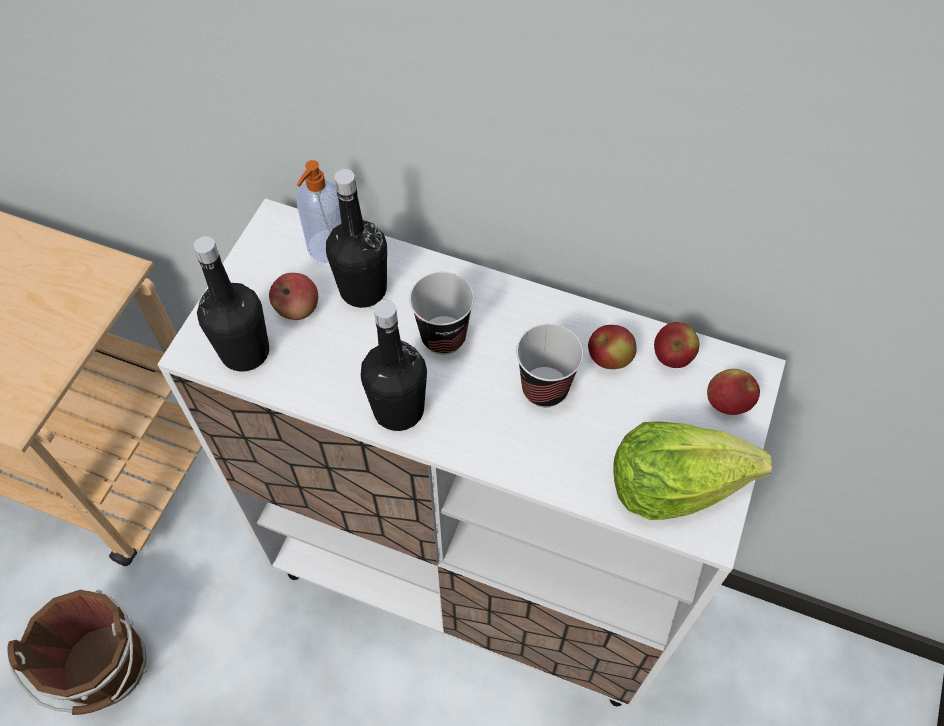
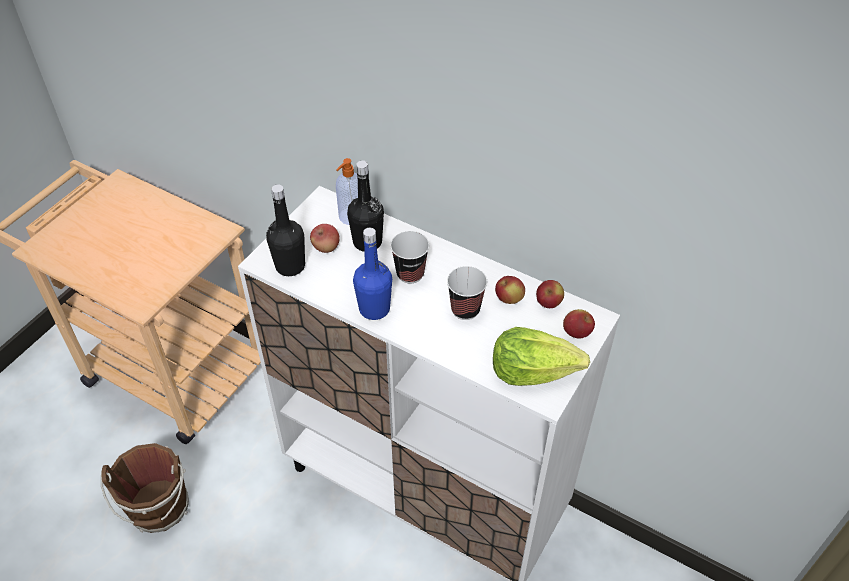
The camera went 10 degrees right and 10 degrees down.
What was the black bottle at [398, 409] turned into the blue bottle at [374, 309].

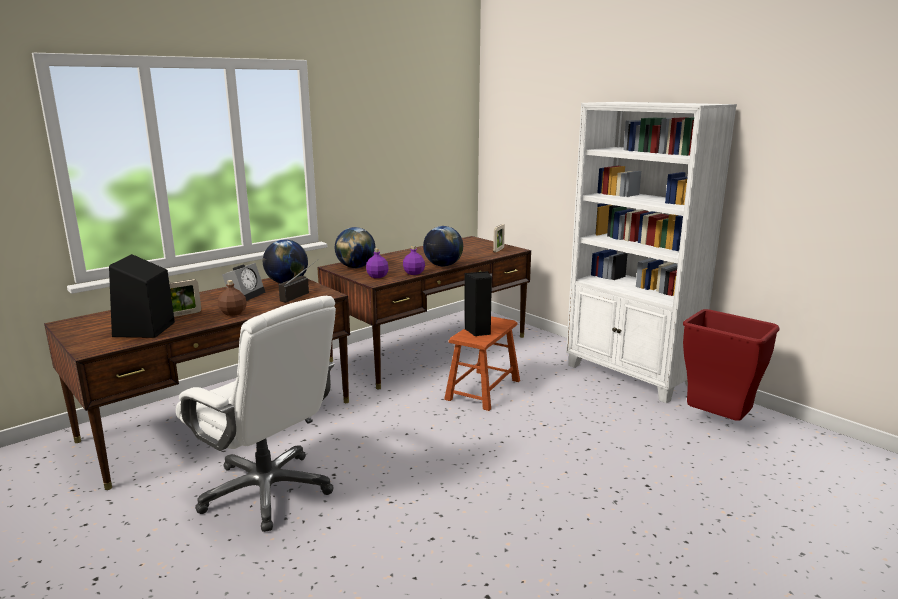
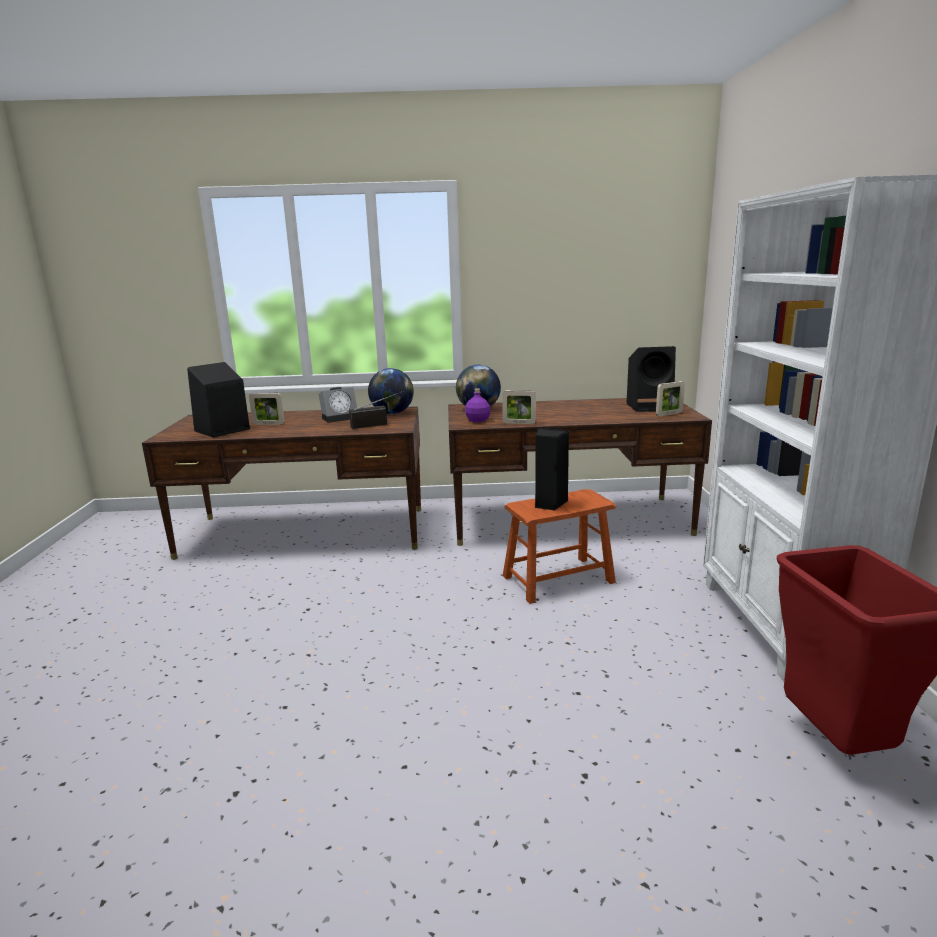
The camera went 40 degrees right and 0 degrees up.
Where the purple bottle stood at [414, 273], the picture frame came to stand at [519, 423].
The second view gained the black speaker at [650, 407].
The second view lost the white office chair at [267, 491].
The second view lost the brown bottle at [233, 313].
The second view lost the globe at [443, 265].

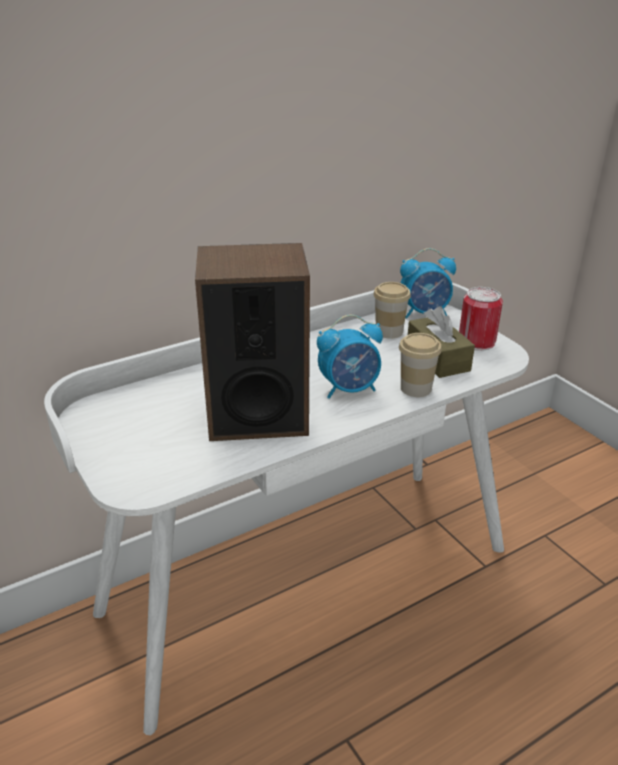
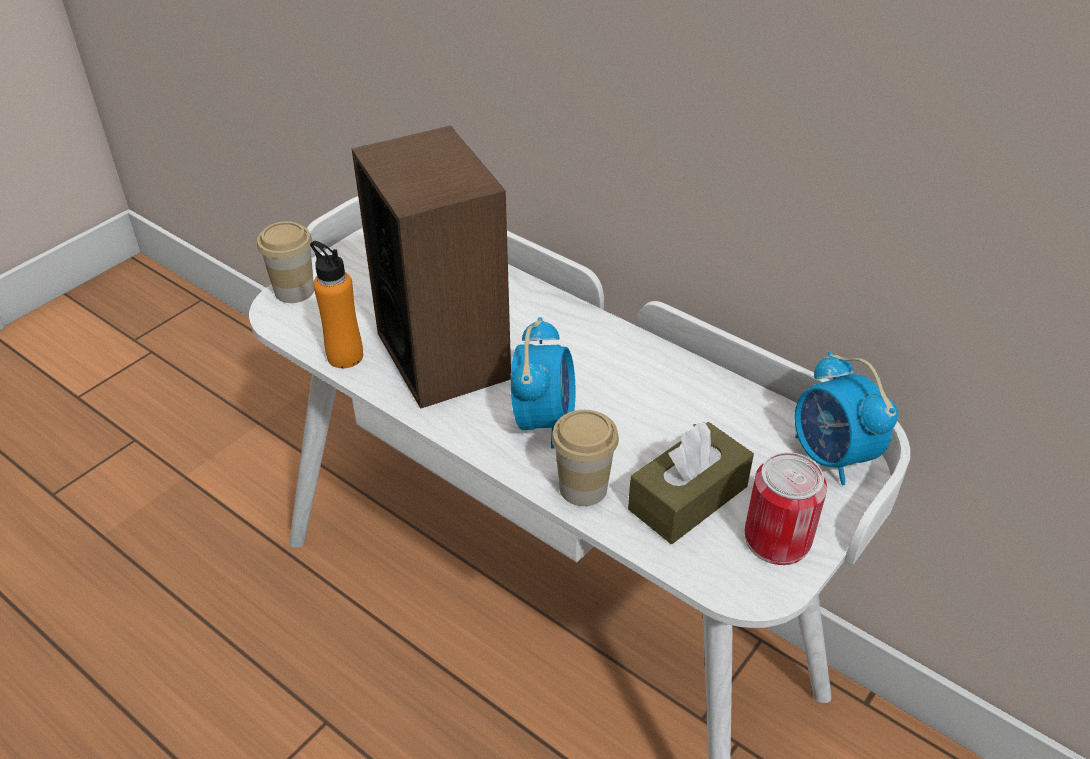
The camera went 70 degrees right and 10 degrees up.
The cup ended up elsewhere, having gone from [389, 331] to [294, 291].
The second view gained the orange bottle at [345, 356].
The alarm clock at [349, 389] ended up facing another way, 135 degrees counterclockwise from before.

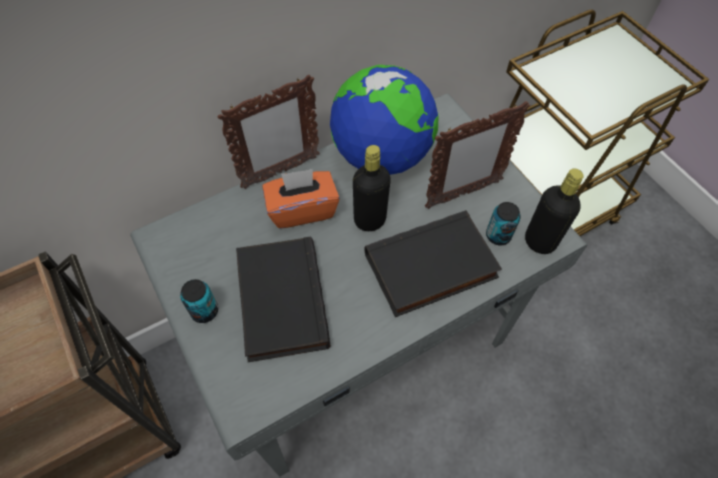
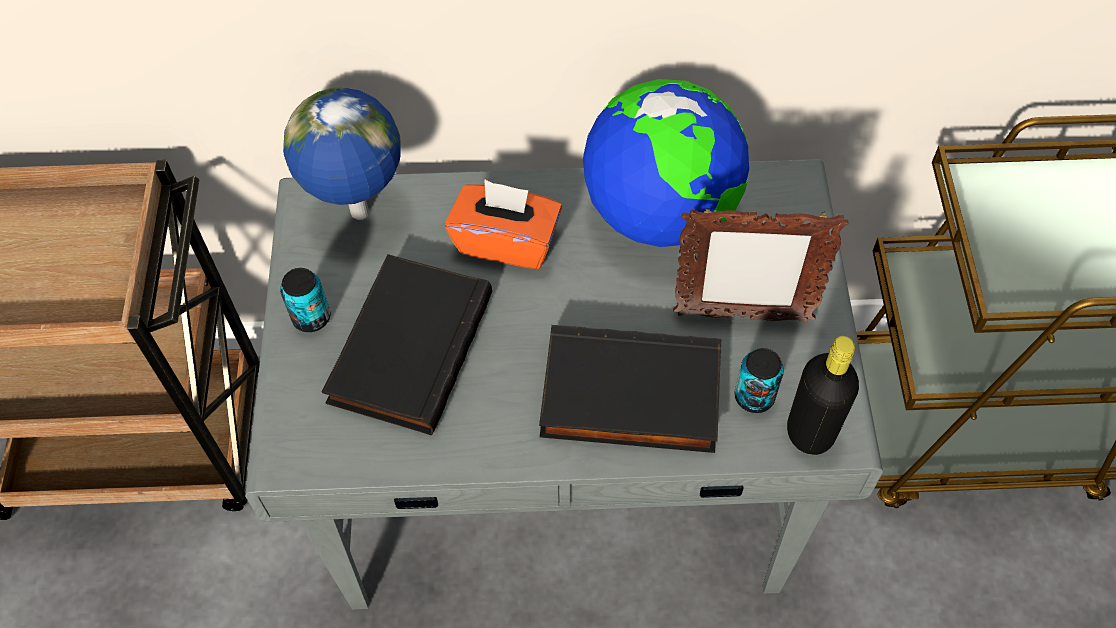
The camera went 30 degrees right and 0 degrees up.
The second view gained the globe at [360, 215].
The second view lost the picture frame at [280, 172].
The second view lost the black bottle at [369, 220].

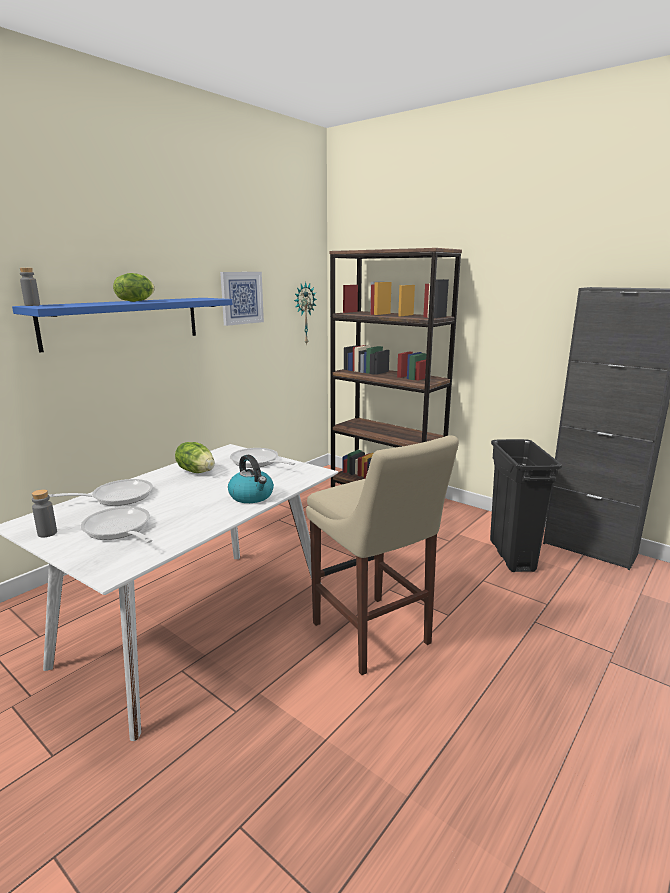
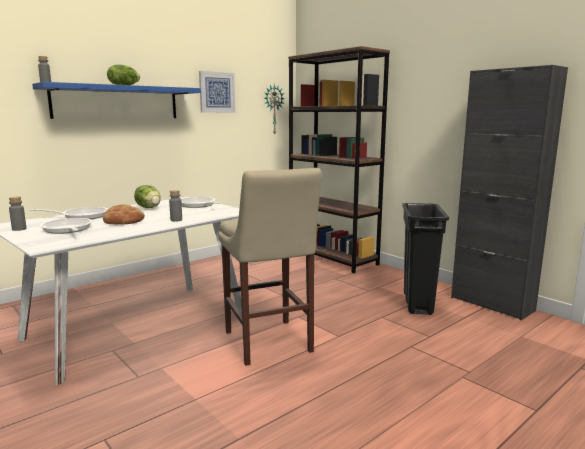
The camera went 10 degrees right and 5 degrees down.
The second view gained the bread at [124, 221].
Where the kettle stood at [252, 496], the grey bottle came to stand at [176, 220].

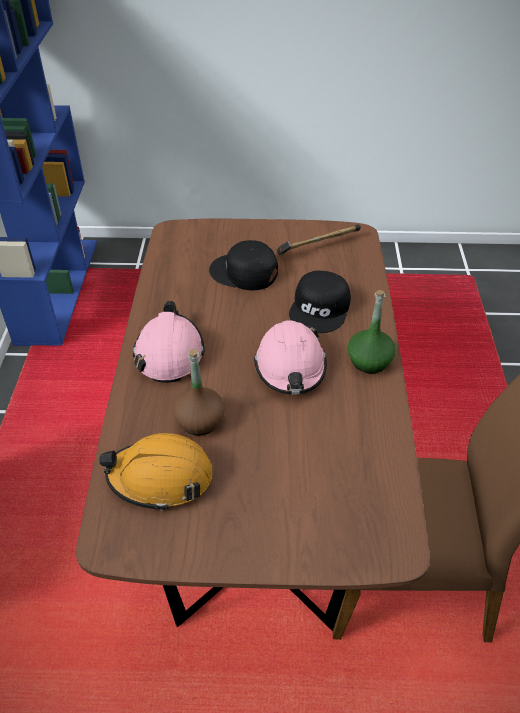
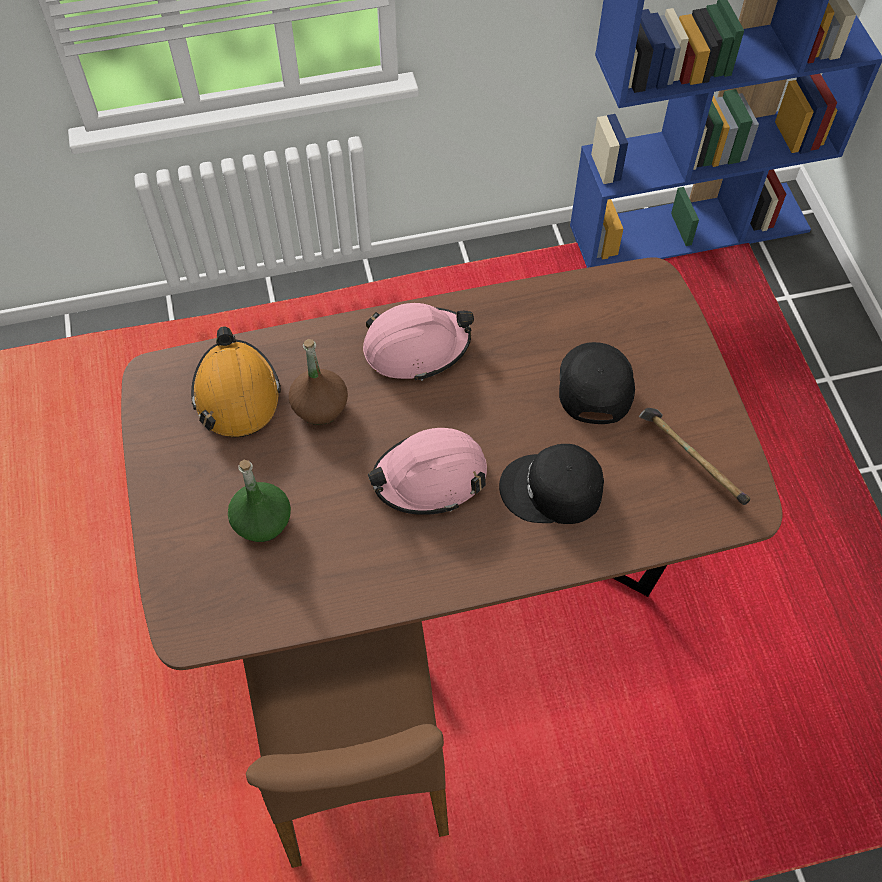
The camera went 75 degrees right and 15 degrees up.
The green bottle ended up elsewhere, having gone from [369, 361] to [262, 521].

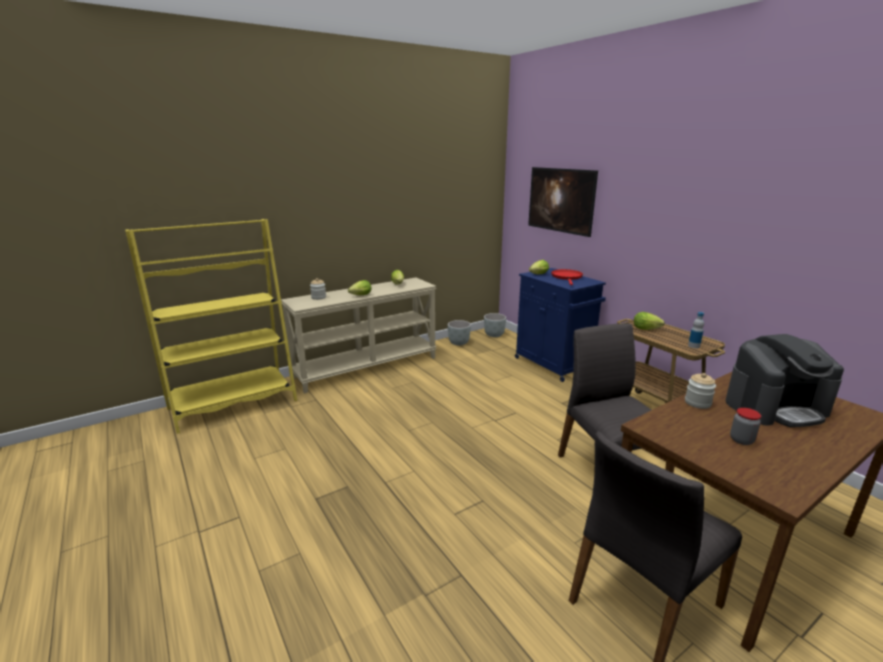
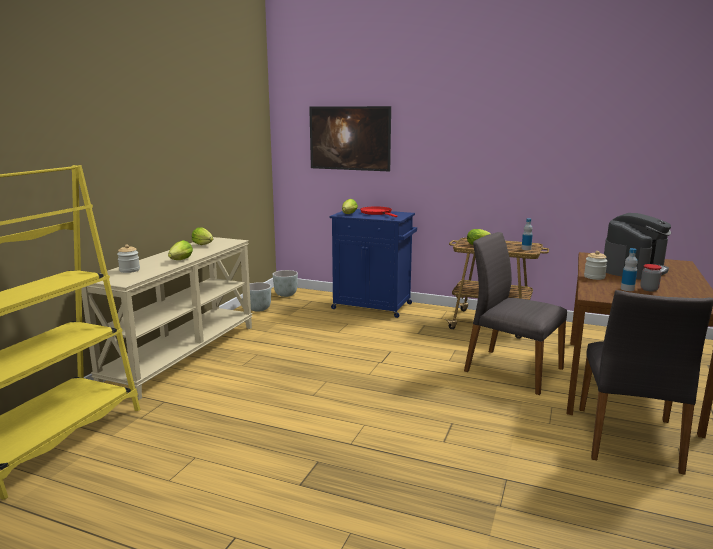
The camera went 35 degrees left and 5 degrees down.
The second view gained the bottle at [627, 289].

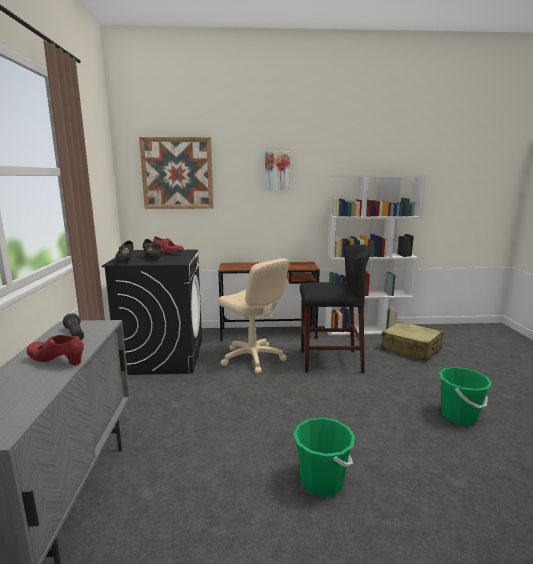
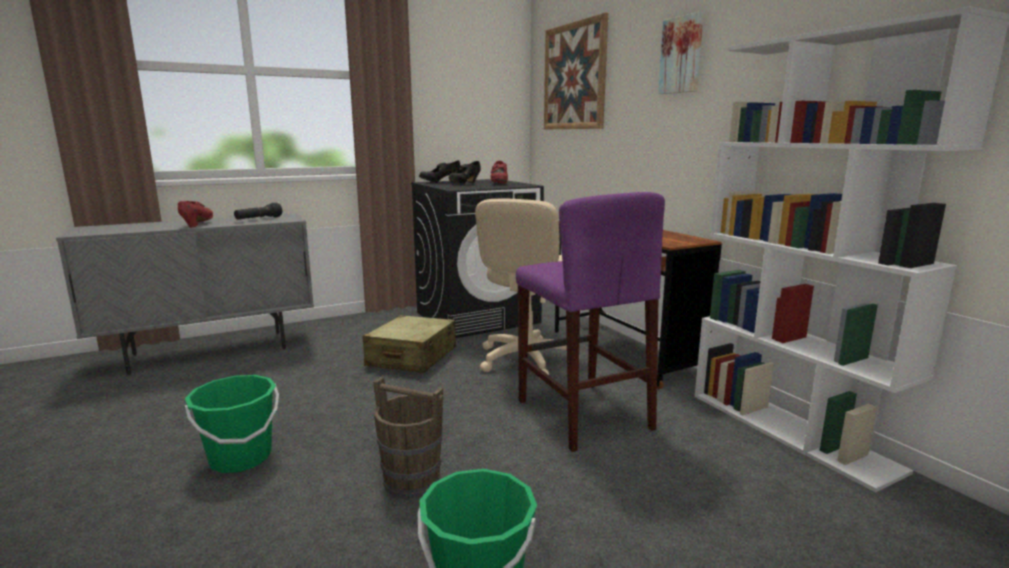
The camera went 65 degrees right and 0 degrees up.
The beige suitcase ended up elsewhere, having gone from [411, 349] to [411, 357].
The second view gained the brown bucket at [411, 480].
What was the black stool at [330, 361] turned into the purple stool at [583, 414].

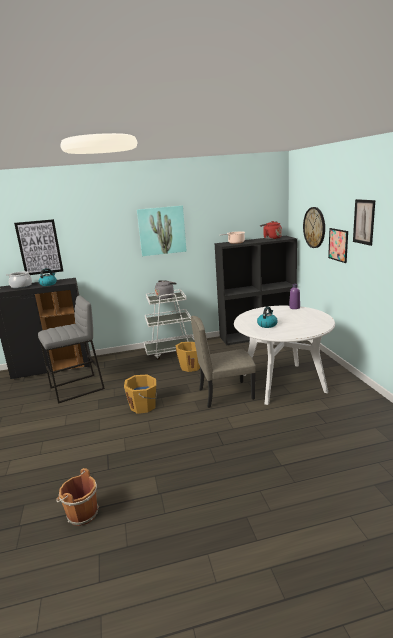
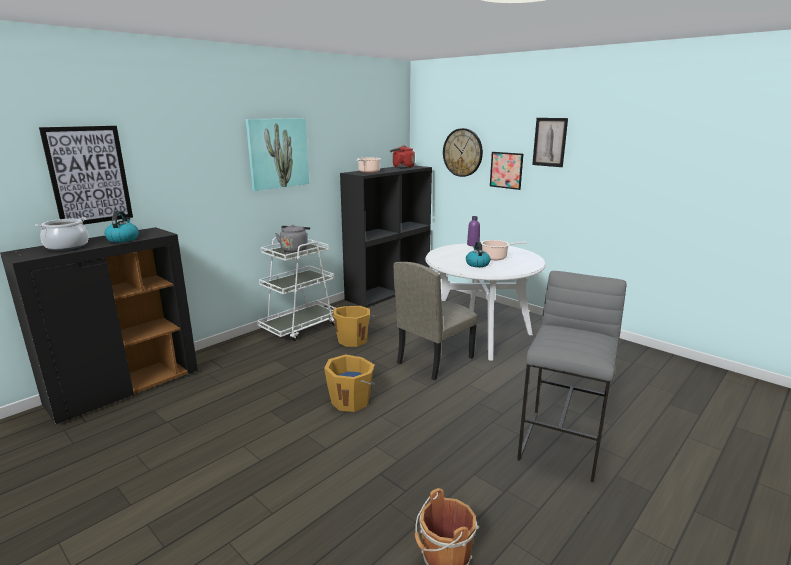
The camera went 35 degrees left and 0 degrees up.
The second view gained the cooking pot at [496, 257].
The grey stool ended up elsewhere, having gone from [77, 388] to [562, 445].

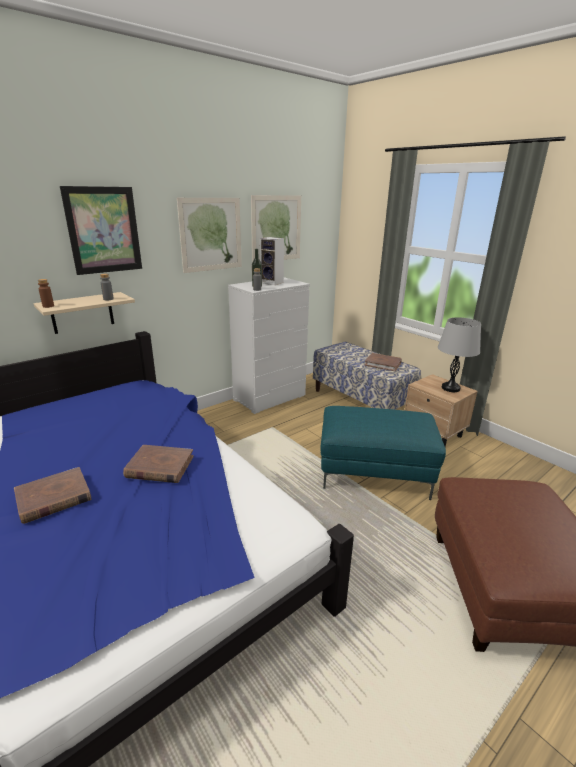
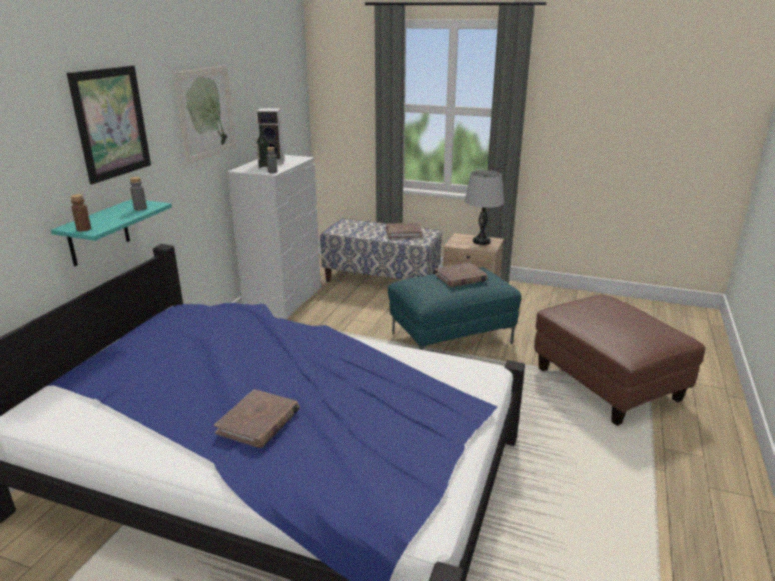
The camera went 30 degrees left and 0 degrees up.
What was the beige shelf at [82, 313] turned into the turquoise shelf at [98, 233].
The brown book ended up elsewhere, having gone from [159, 467] to [461, 278].
The second view lost the picture at [276, 228].

